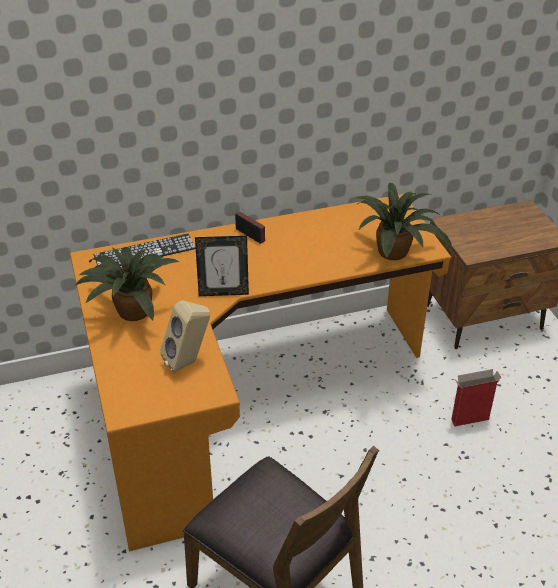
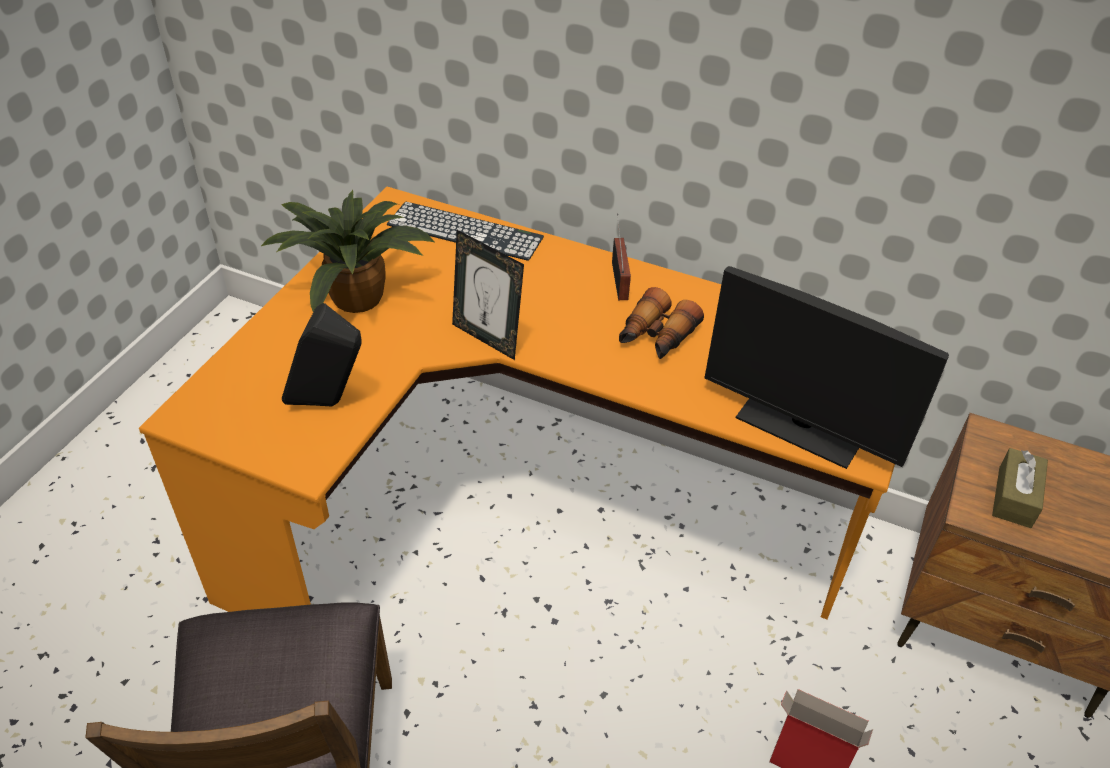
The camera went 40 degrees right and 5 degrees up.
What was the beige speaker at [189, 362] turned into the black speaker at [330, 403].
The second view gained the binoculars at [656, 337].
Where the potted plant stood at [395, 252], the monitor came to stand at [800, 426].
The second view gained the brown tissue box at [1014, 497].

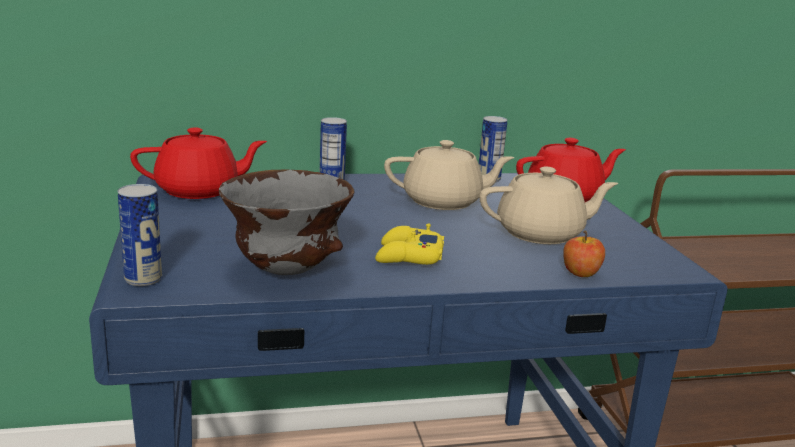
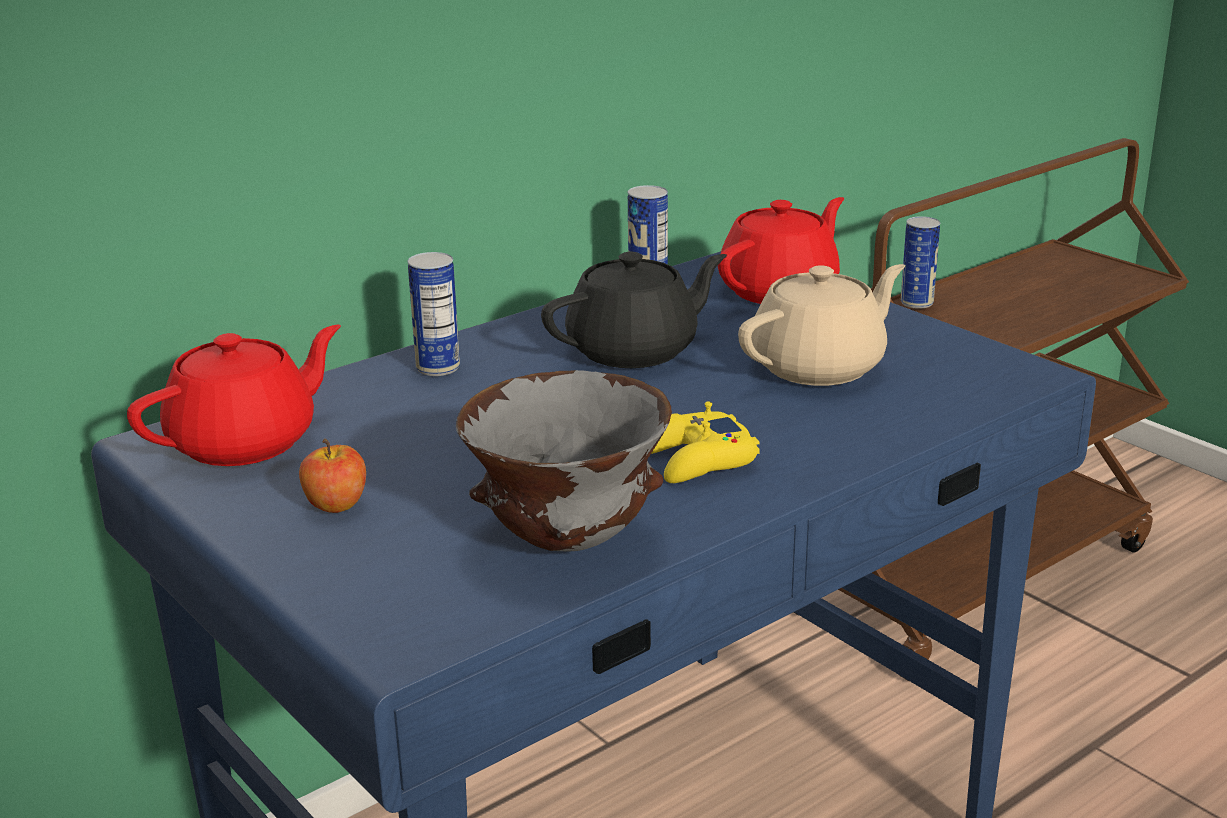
The camera went 25 degrees left and 5 degrees up.
The apple ended up elsewhere, having gone from [580, 273] to [336, 505].
What was the beige teapot at [444, 202] turned into the black teapot at [635, 350].
The can ended up elsewhere, having gone from [143, 279] to [916, 303].

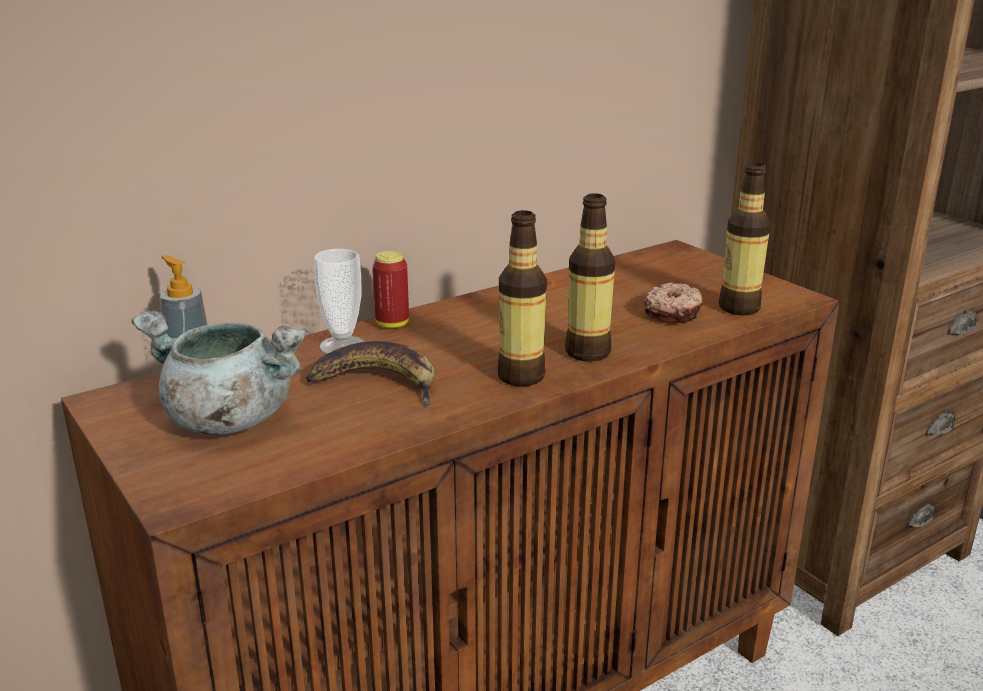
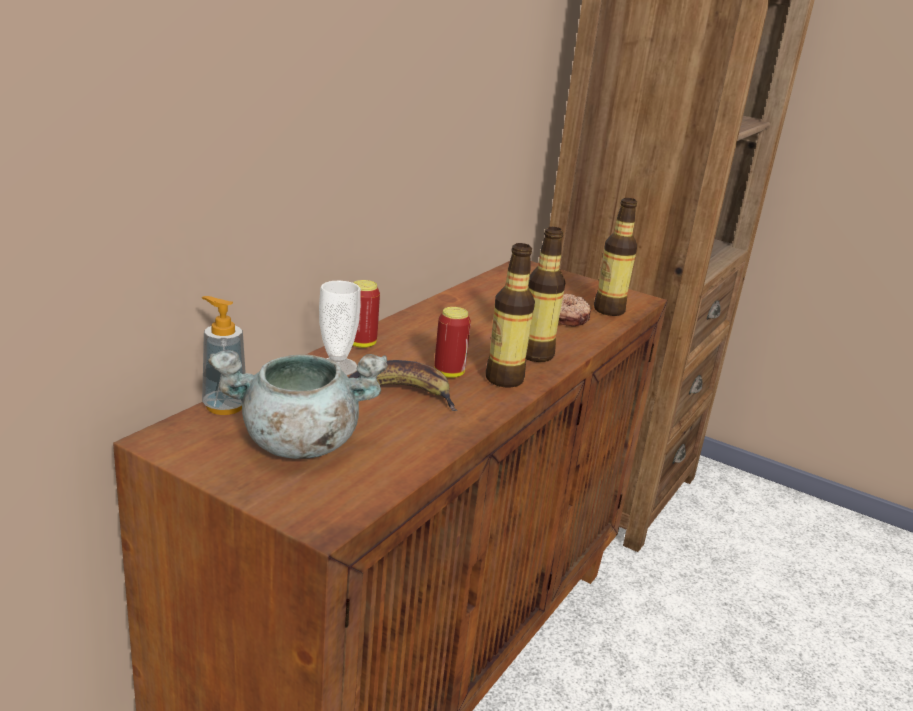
The camera went 25 degrees left and 0 degrees up.
The second view gained the can at [449, 373].

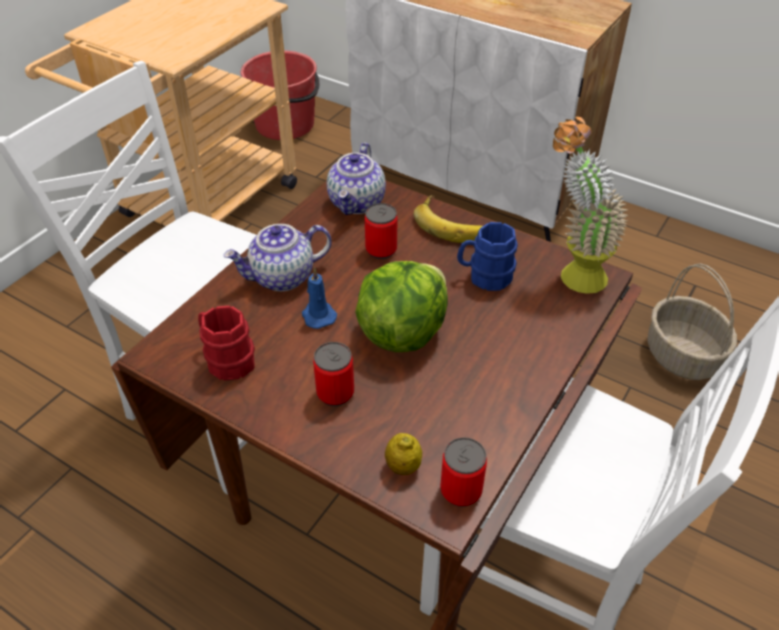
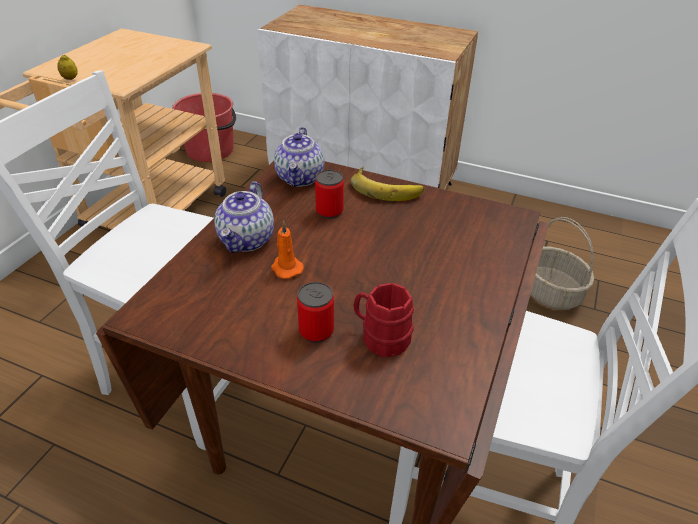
The camera went 10 degrees left and 5 degrees down.
The lemon ended up elsewhere, having gone from [403, 466] to [70, 78].
The teapot at [282, 277] ended up facing another way, 45 degrees counterclockwise from before.
What was the blue candle at [318, 315] turned into the orange candle at [286, 268].
The red mug ended up elsewhere, having gone from [226, 359] to [380, 337].
The second view lost the lettuce at [402, 331].
The second view lost the can at [461, 490].
The second view lost the blue mug at [484, 276].
The second view lost the potted plant at [571, 274].

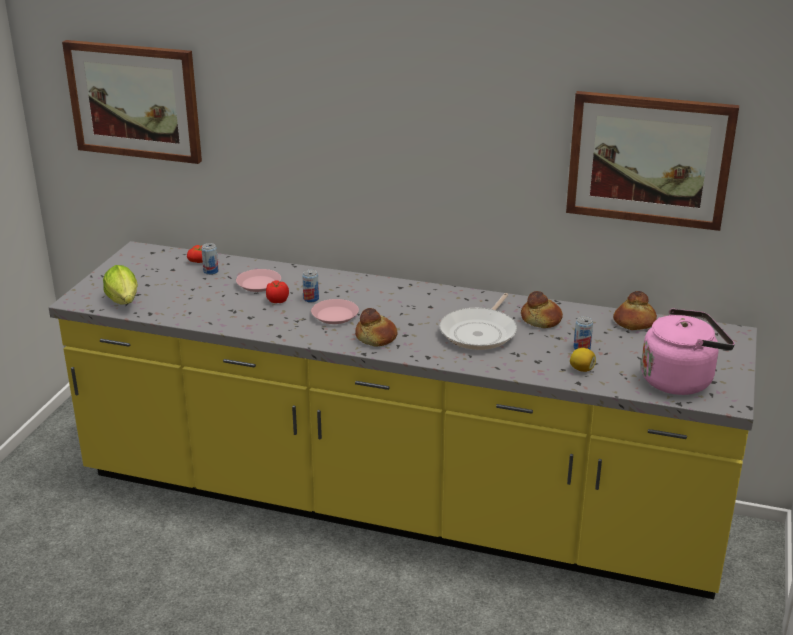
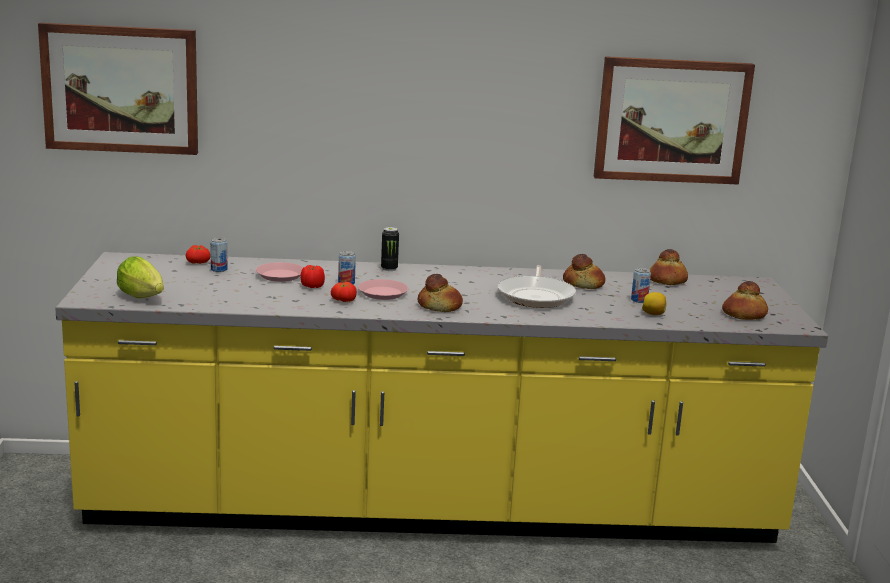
The camera went 20 degrees left and 10 degrees down.
The second view gained the tomato at [343, 300].
The second view gained the can at [389, 269].
Where the pink kettle stood at [680, 380], the bread came to stand at [744, 315].

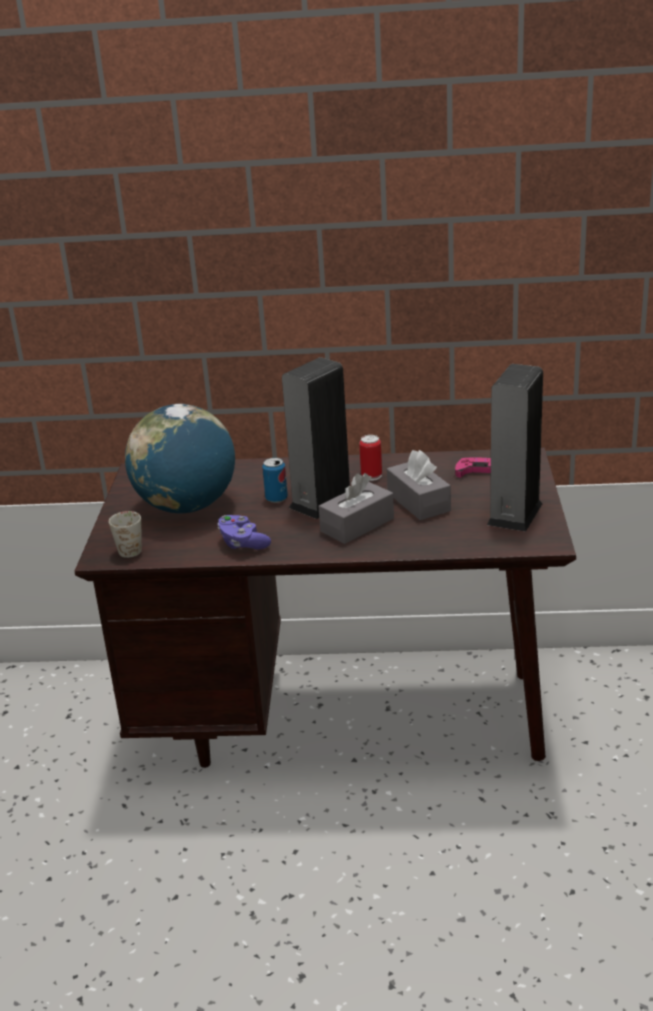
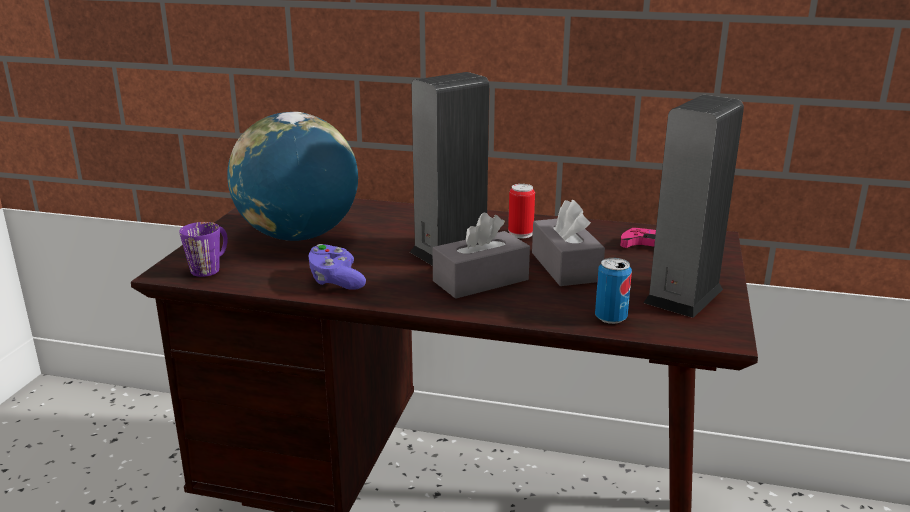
The camera went 10 degrees right and 5 degrees down.
What was the white mug at [132, 547] turned into the purple mug at [211, 267].
The can ended up elsewhere, having gone from [276, 498] to [610, 317].

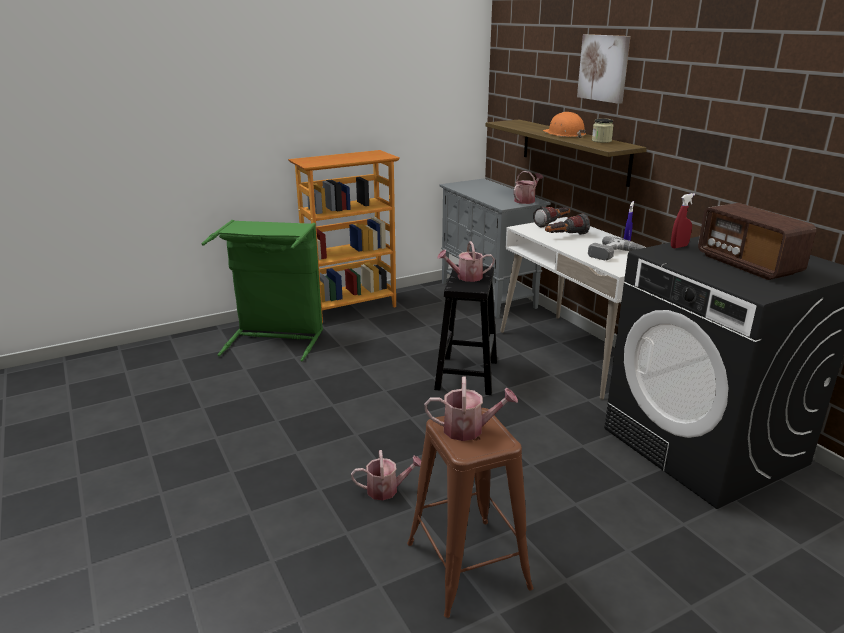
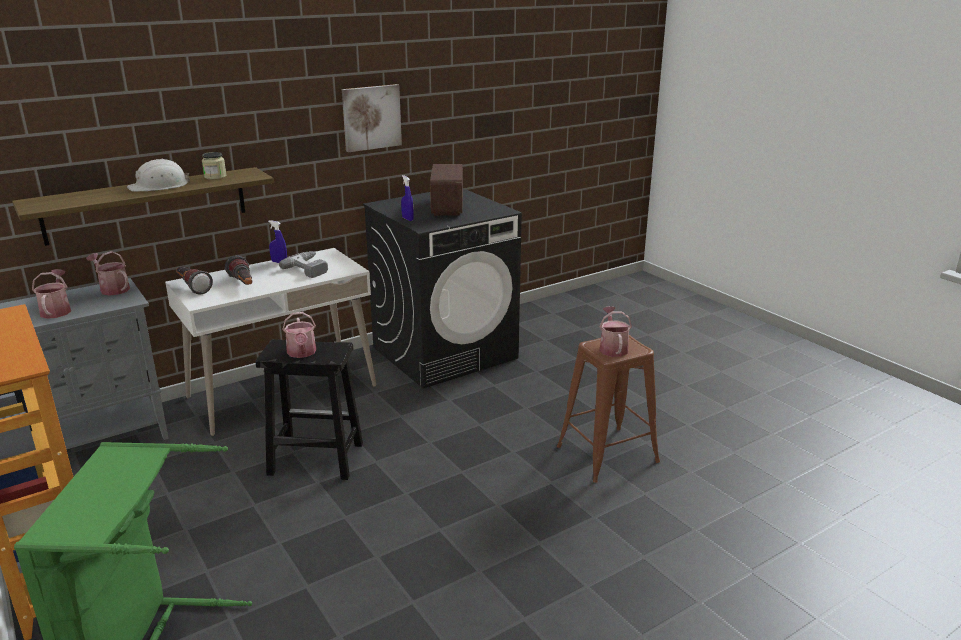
The camera went 95 degrees left and 0 degrees up.
The watering can ended up elsewhere, having gone from [387, 489] to [57, 310].
What was the orange hard hat at [564, 134] turned into the white hard hat at [159, 186].
The picture ended up elsewhere, having gone from [604, 68] to [371, 117].
What was the red spray bottle at [679, 246] turned into the blue spray bottle at [407, 219].
The radio at [748, 264] ended up facing another way, 120 degrees clockwise from before.

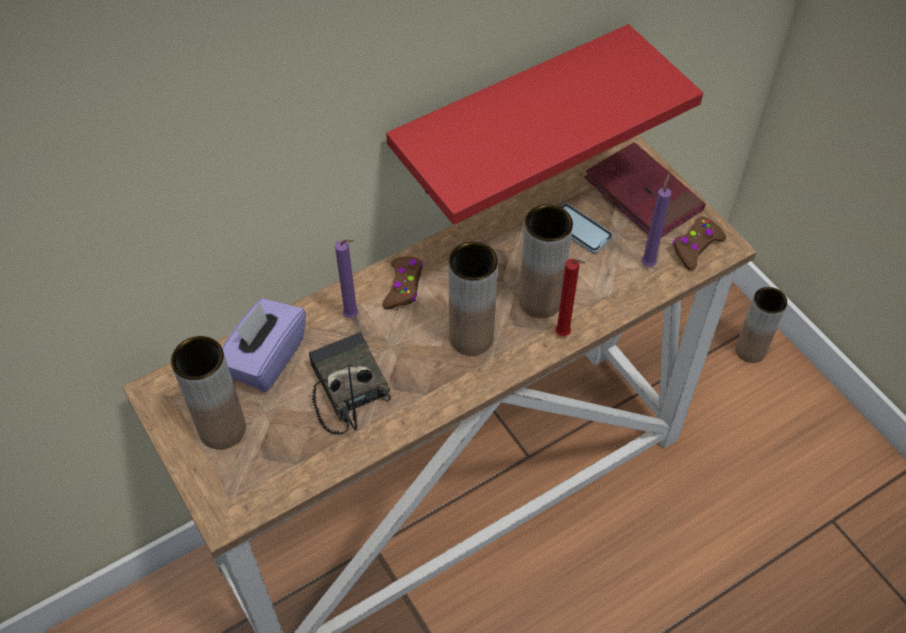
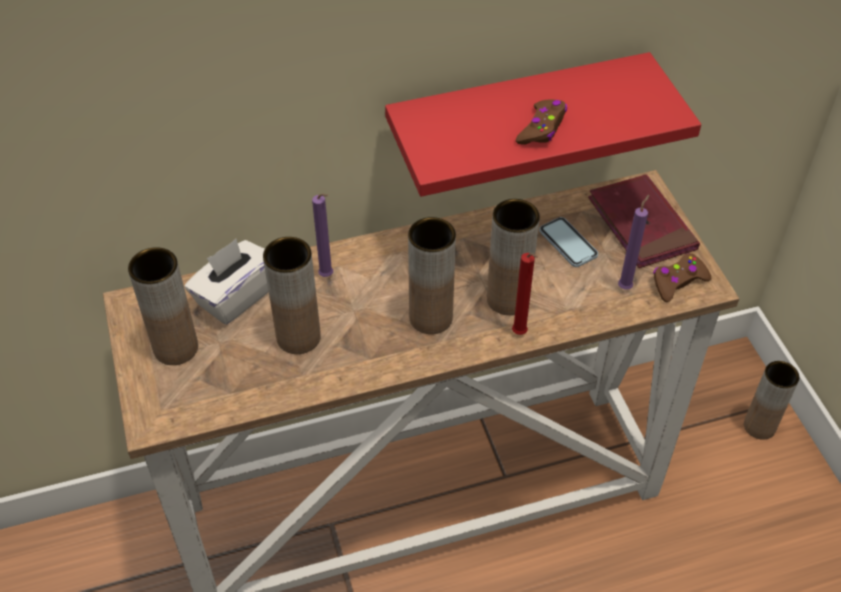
The camera went 15 degrees right and 5 degrees down.
What was the purple tissue box at [265, 359] turned into the white tissue box at [236, 296].
Where the radio stood at [345, 388], the brown vase came to stand at [298, 337].
The brown game controller ended up elsewhere, having gone from [403, 287] to [542, 128].

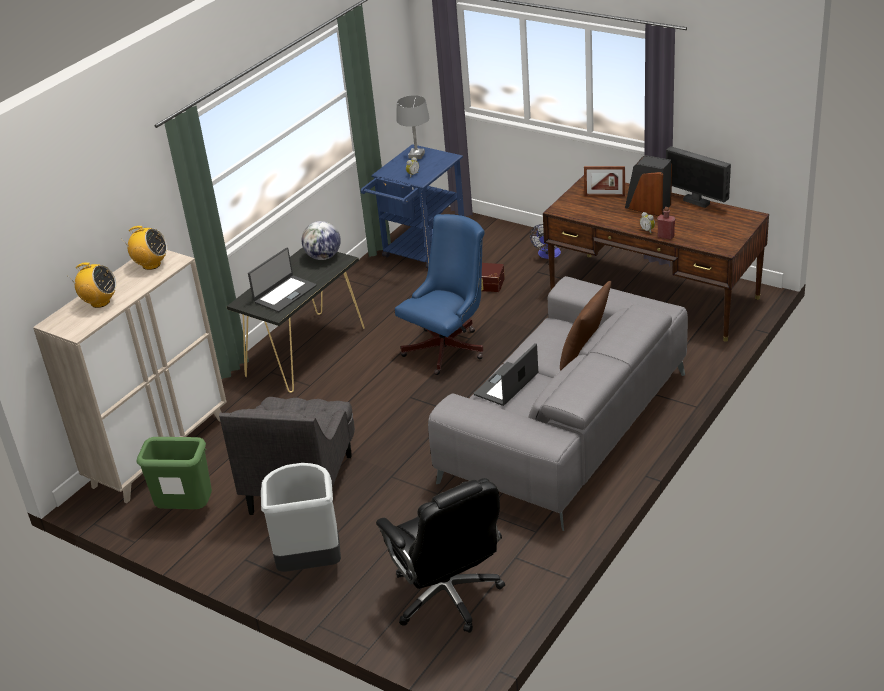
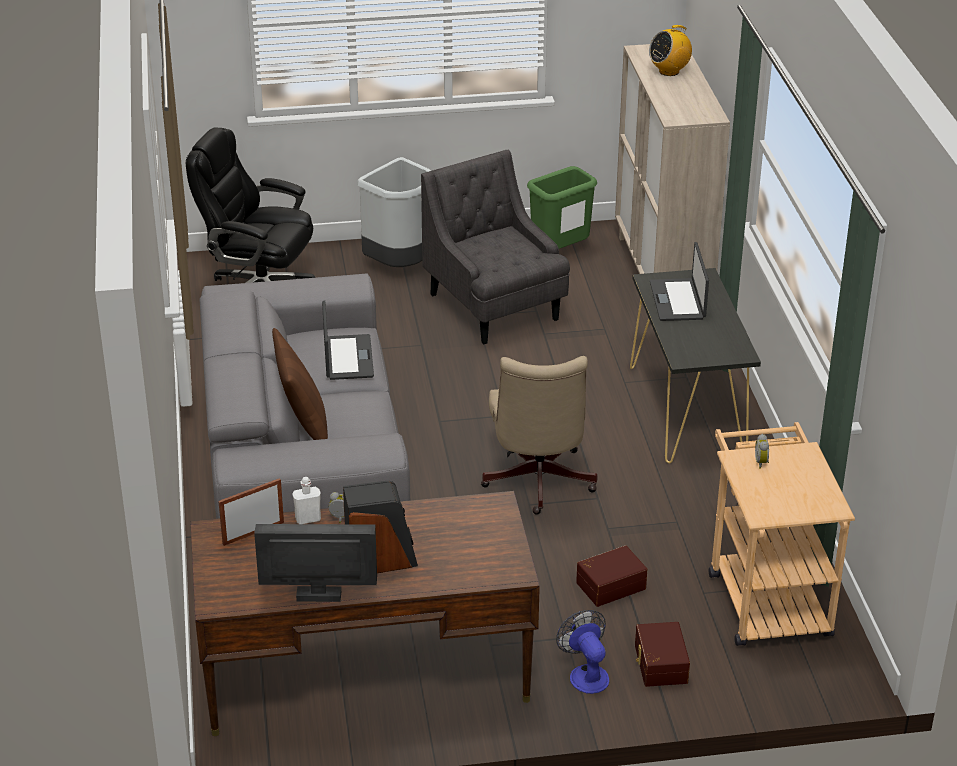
The camera went 135 degrees right and 0 degrees up.
The picture frame ended up elsewhere, having gone from [604, 196] to [253, 533].
What was the red bottle at [665, 236] turned into the white bottle at [308, 519].
What was the blue office chair at [449, 347] turned into the beige office chair at [537, 483].
The second view gained the brown storage box at [659, 664].
What was the blue cart at [420, 251] turned into the beige cart at [765, 596].
The second view lost the radio at [151, 265].
The second view lost the globe at [323, 257].
The second view lost the grey table lamp at [417, 155].

